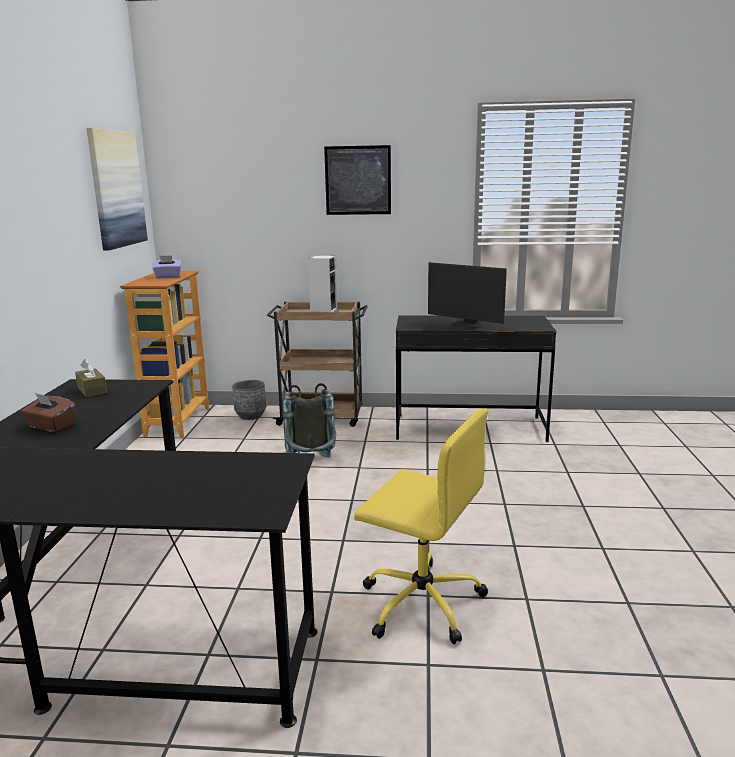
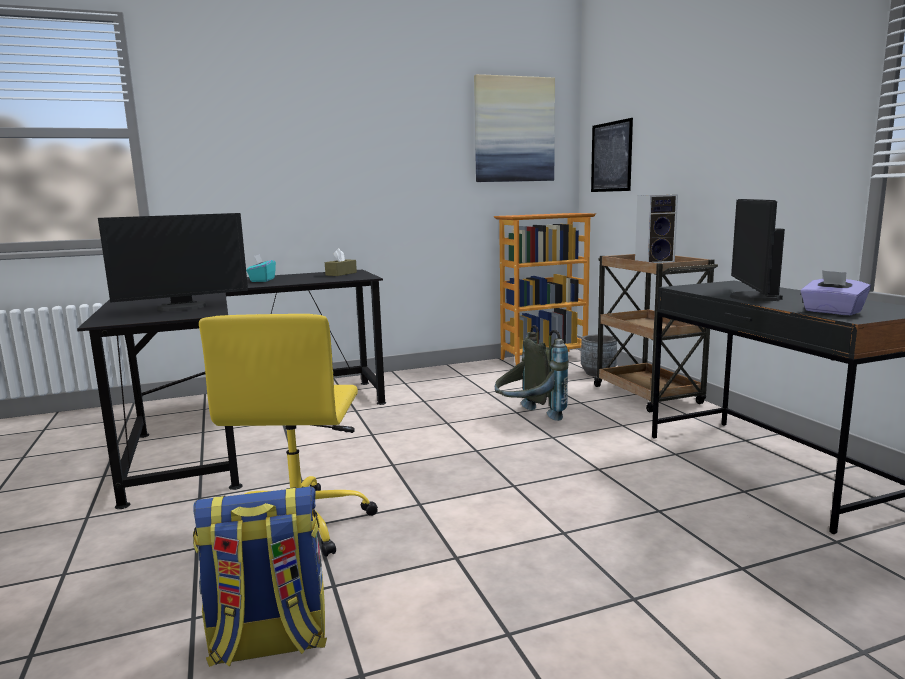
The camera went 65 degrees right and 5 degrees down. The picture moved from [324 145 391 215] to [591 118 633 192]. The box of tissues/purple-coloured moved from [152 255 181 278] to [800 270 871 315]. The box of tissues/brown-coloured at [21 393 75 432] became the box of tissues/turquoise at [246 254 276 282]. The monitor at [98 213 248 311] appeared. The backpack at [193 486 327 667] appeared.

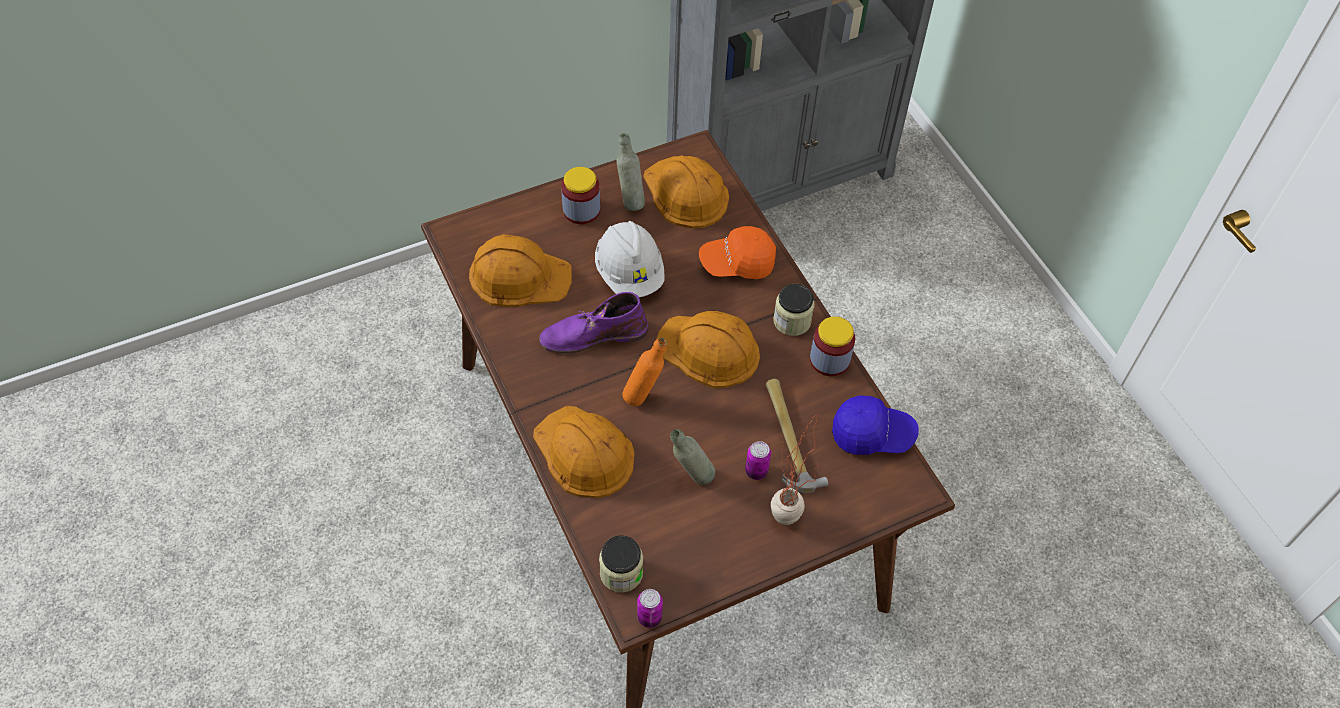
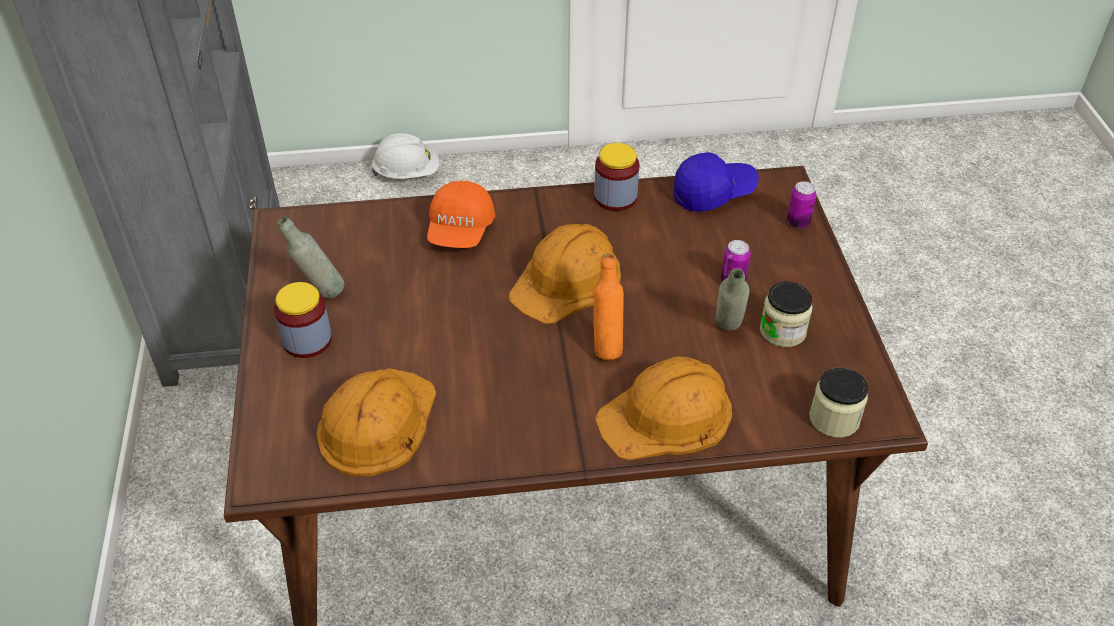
The camera went 70 degrees left and 10 degrees down. The hard hat/orange at [643 155 729 229] disappeared. The hard hat/whitish moved from [595 221 664 297] to [372 133 439 179]. The storage jar moved from [773 284 815 336] to [760 282 813 347]. The tall boot/purple-coloured at [539 292 648 353] disappeared. The hammer at [766 379 828 493] disappeared. The baseball cap/bluish at [832 395 919 455] turned 45 degrees clockwise. The potted plant at [771 414 819 525] disappeared. The sealed can moved from [637 589 663 628] to [787 181 817 229].

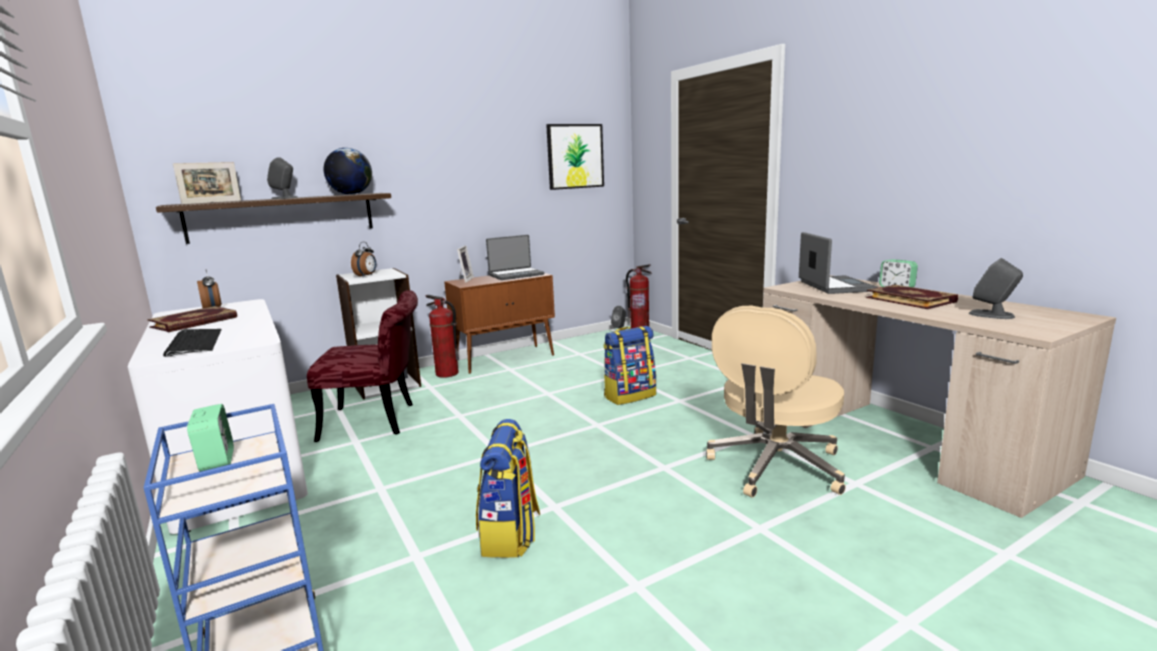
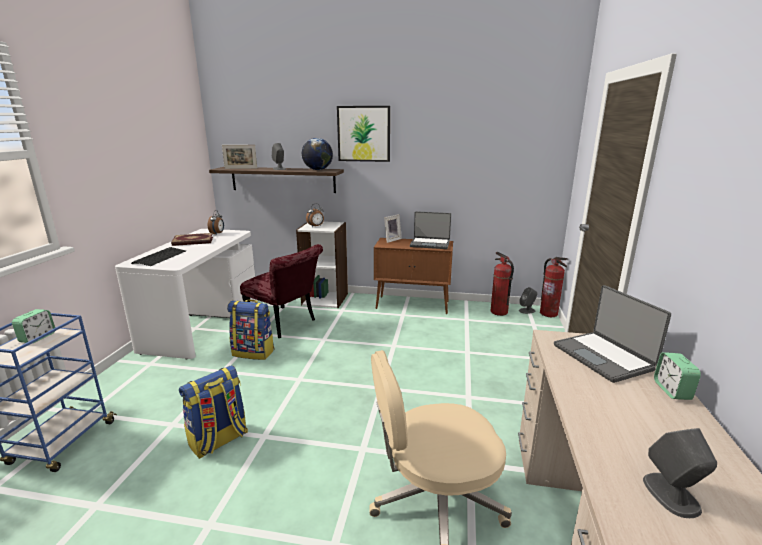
The camera went 40 degrees right and 5 degrees up. The picture moved from [546 124 604 190] to [337 106 390 162]. The notebook computer at [799 232 878 294] turned 120 degrees clockwise. The book at [866 285 958 309] disappeared. The fire extinguisher moved from [426 295 459 378] to [491 252 514 316]. The backpack moved from [603 326 656 405] to [227 299 274 360].

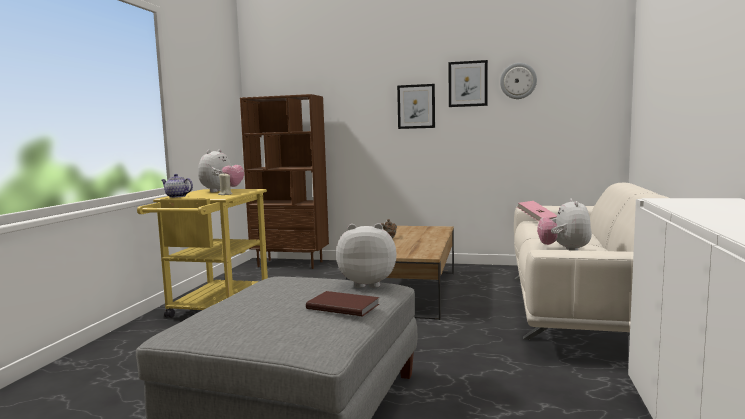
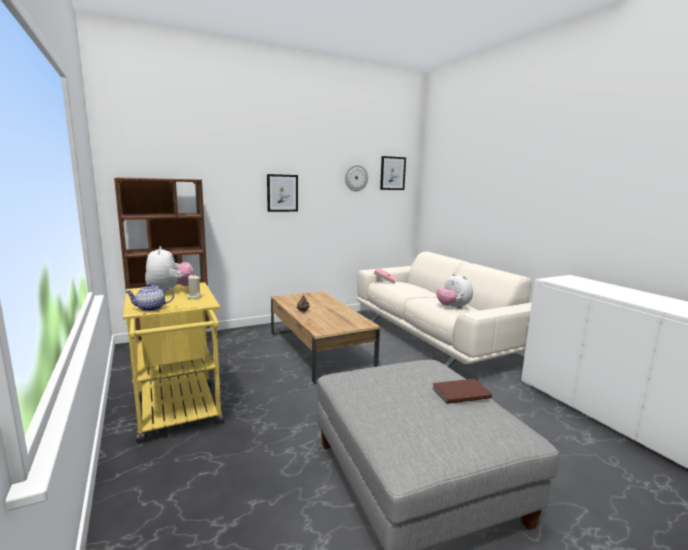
The camera went 40 degrees left and 5 degrees up. The picture moved from [448 60 488 107] to [380 156 406 190]. The cuddly toy at [336 223 397 288] disappeared.

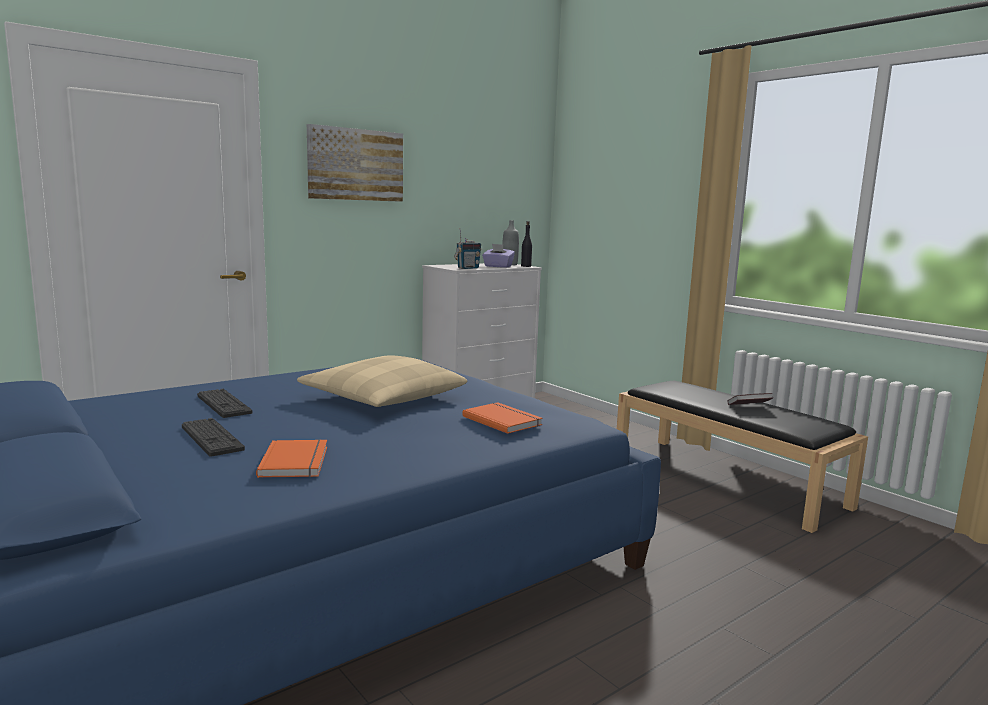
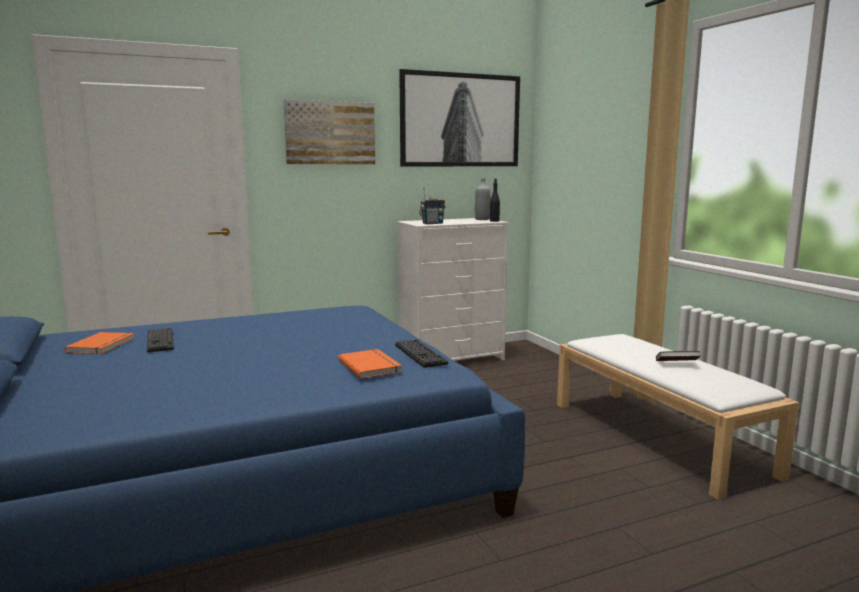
The camera went 15 degrees right and 0 degrees up. The box of tissues/purple-coloured at [482 244 515 268] disappeared. The cushion/beige at [297 355 467 407] disappeared. The long seat/blackish at [617 380 868 533] became the long seat/whitish at [557 334 799 500]. The PC keyboard moved from [182 418 245 457] to [395 339 448 368]. The book/orange moved from [256 439 327 478] to [64 332 135 354]. The picture at [399 69 520 167] appeared.

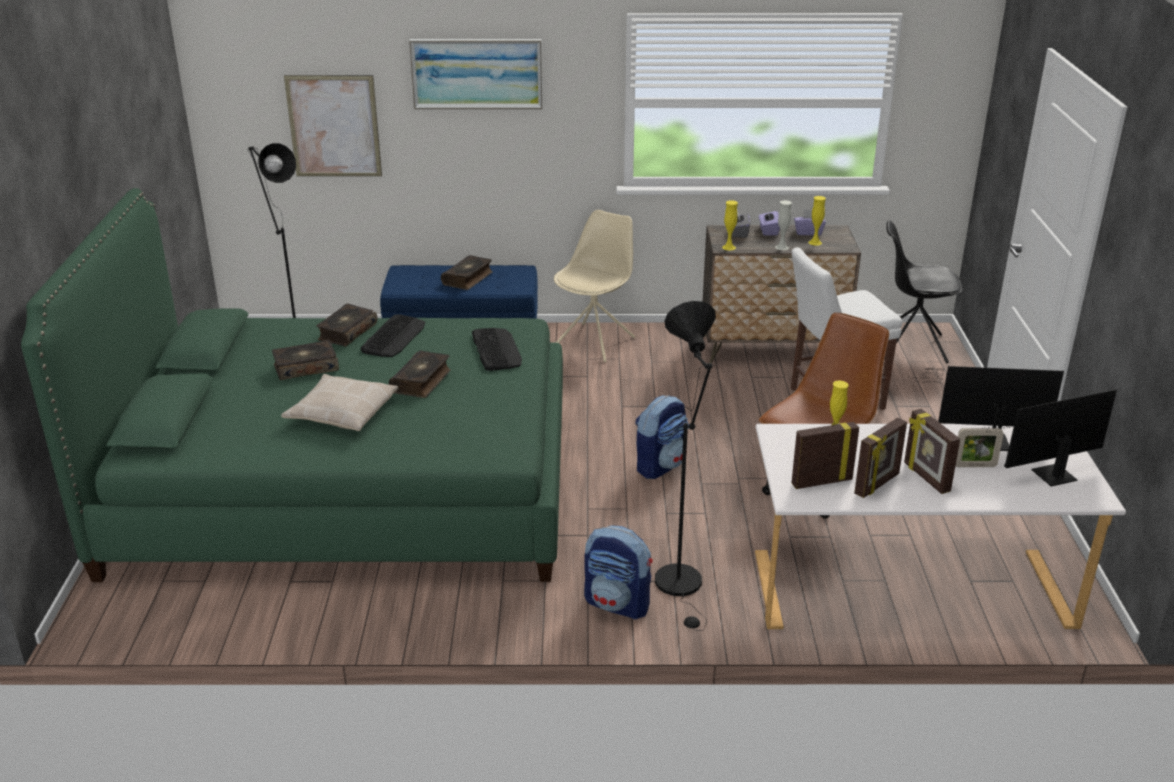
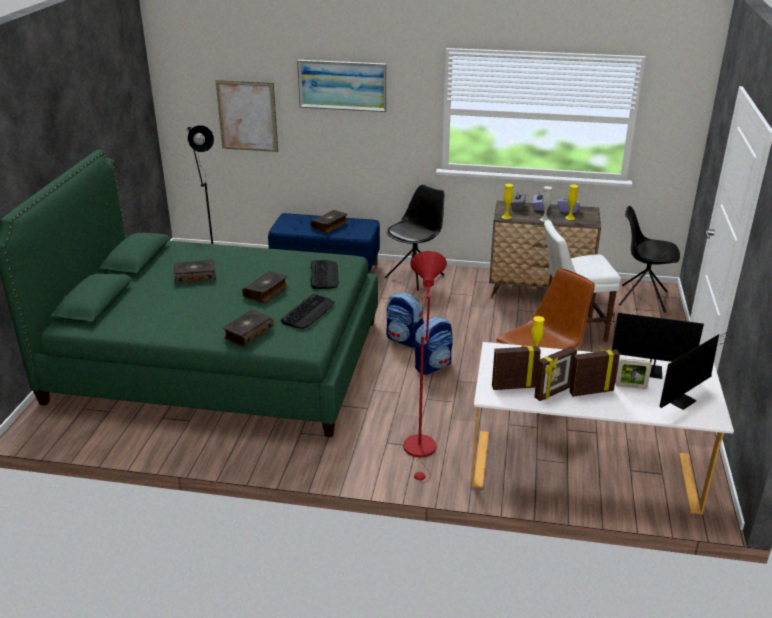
The camera went 10 degrees right and 0 degrees up. The chair/beige at [554 210 635 362] became the chair/blackish at [385 184 444 291]. The standard lamp/blackish at [655 301 716 631] became the standard lamp/reddish at [403 251 447 483]. The book moved from [316 304 377 346] to [223 309 274 347]. The PC keyboard moved from [360 314 425 357] to [281 294 334 329]. The cushion/beige at [281 374 398 431] disappeared. The monitor at [984 390 1117 487] turned 150 degrees clockwise. The picture frame at [904 409 960 494] turned 90 degrees clockwise. The backpack moved from [584 525 653 619] to [387 293 424 348].

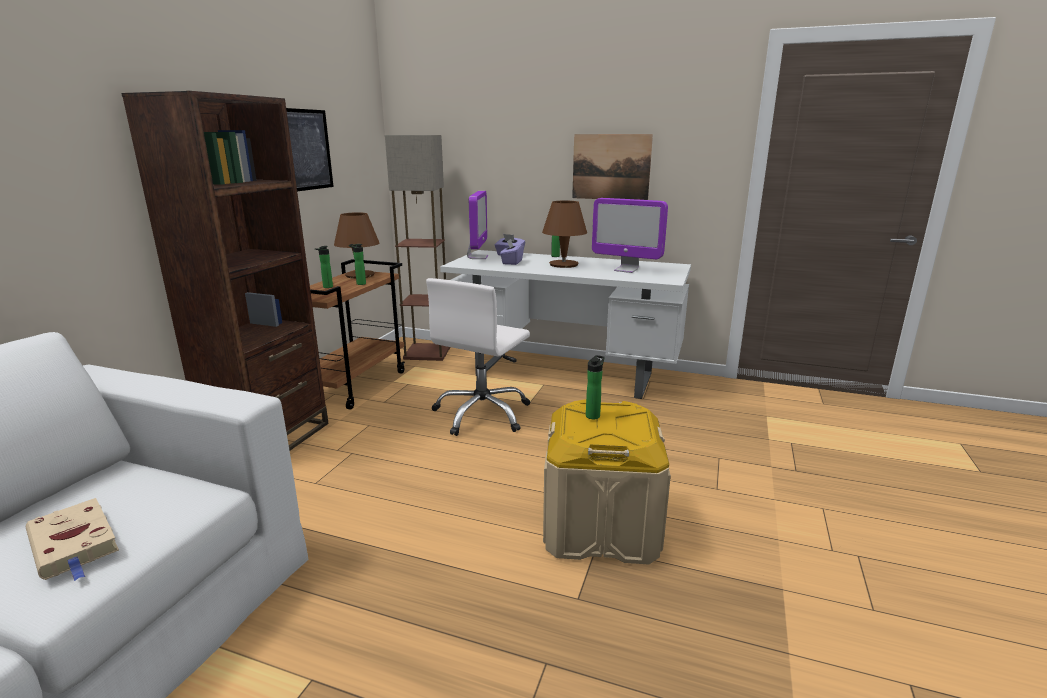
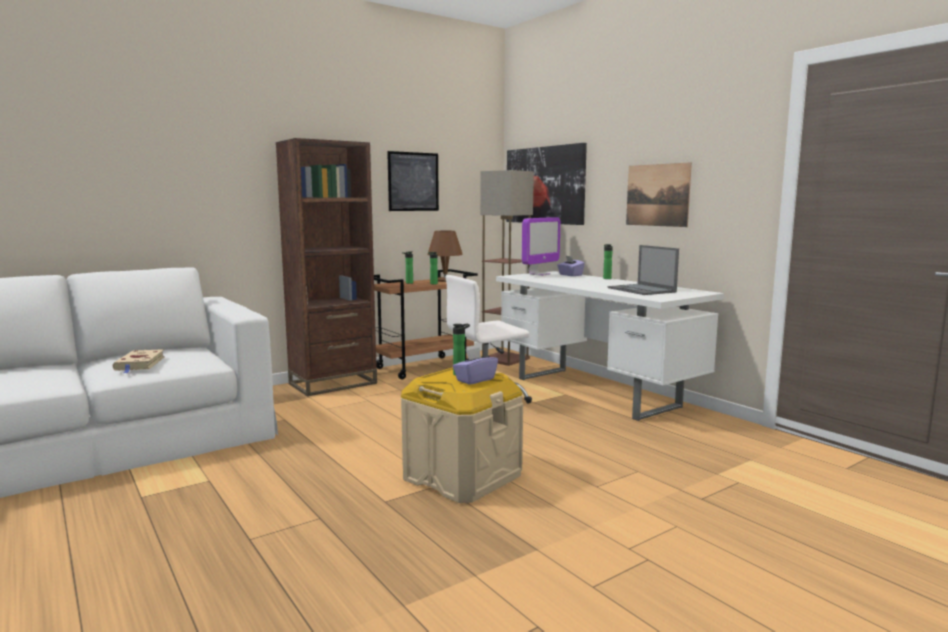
The camera went 35 degrees right and 10 degrees down. The monitor at [592 198 668 273] was replaced by the notebook computer at [608 245 679 295]. The table lamp/brown-coloured at [542 201 587 268] disappeared. The box of tissues/purple-coloured moved from [500 239 524 265] to [453 347 498 385]. The picture at [506 143 587 225] appeared.

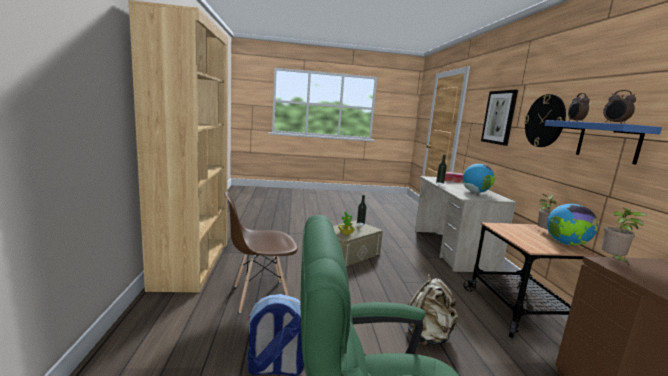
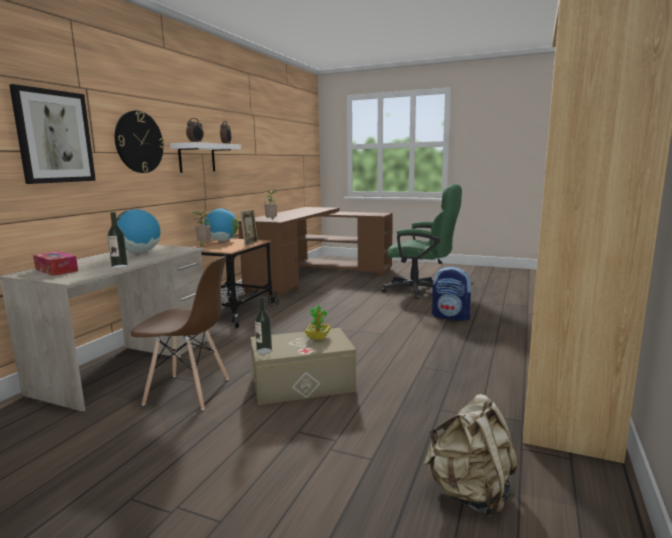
The camera went 150 degrees left and 0 degrees up. The wall shelf/bluish at [545 120 662 165] became the wall shelf/whitish at [170 142 241 173]. The chair/brown-coloured moved from [224 191 298 313] to [131 255 229 410]. The backpack/beige moved from [408 274 458 345] to [424 394 519 517]. The picture frame at [240 209 258 246] appeared.

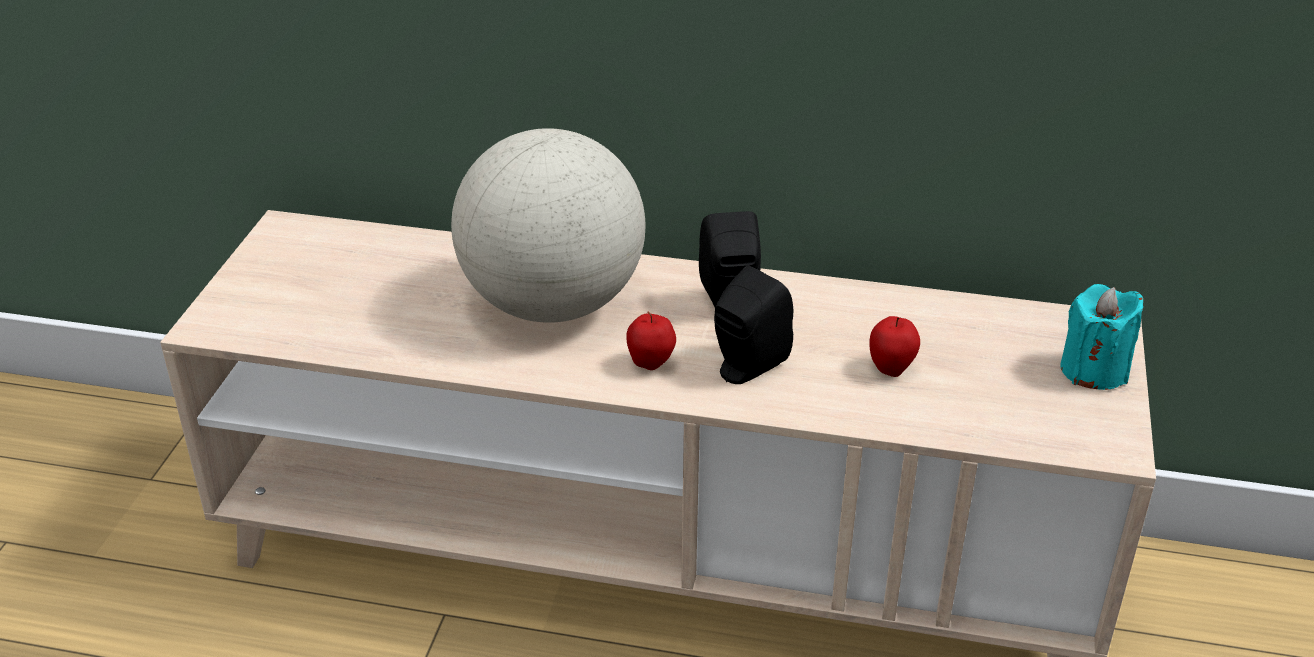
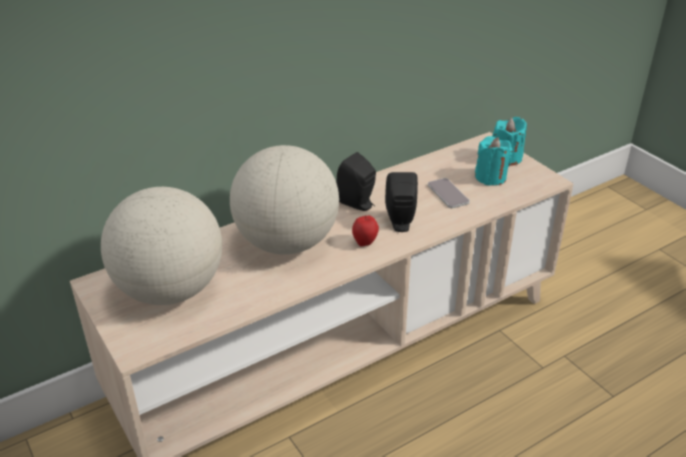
The camera went 45 degrees left and 0 degrees up. The apple at [869 316 920 377] was replaced by the phone at [428 178 470 208]. The wax light/turquoise at [475 136 513 186] appeared. The desk globe at [101 187 222 305] appeared.

